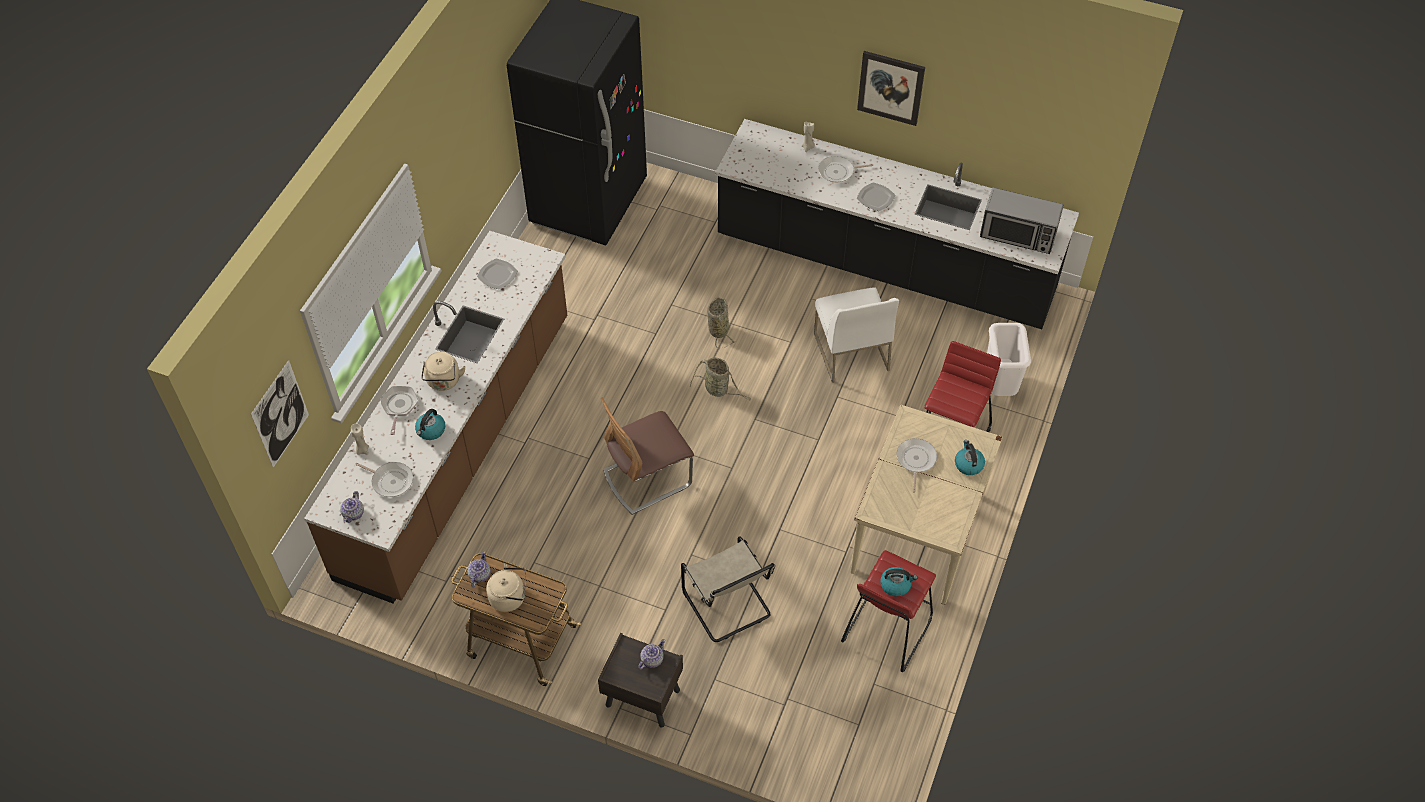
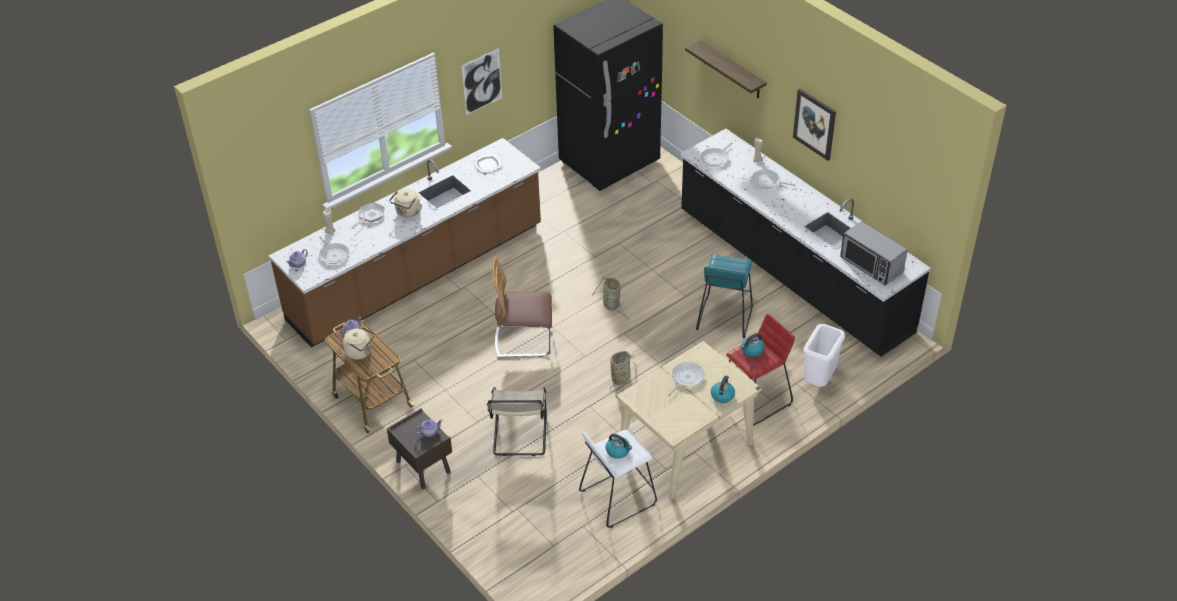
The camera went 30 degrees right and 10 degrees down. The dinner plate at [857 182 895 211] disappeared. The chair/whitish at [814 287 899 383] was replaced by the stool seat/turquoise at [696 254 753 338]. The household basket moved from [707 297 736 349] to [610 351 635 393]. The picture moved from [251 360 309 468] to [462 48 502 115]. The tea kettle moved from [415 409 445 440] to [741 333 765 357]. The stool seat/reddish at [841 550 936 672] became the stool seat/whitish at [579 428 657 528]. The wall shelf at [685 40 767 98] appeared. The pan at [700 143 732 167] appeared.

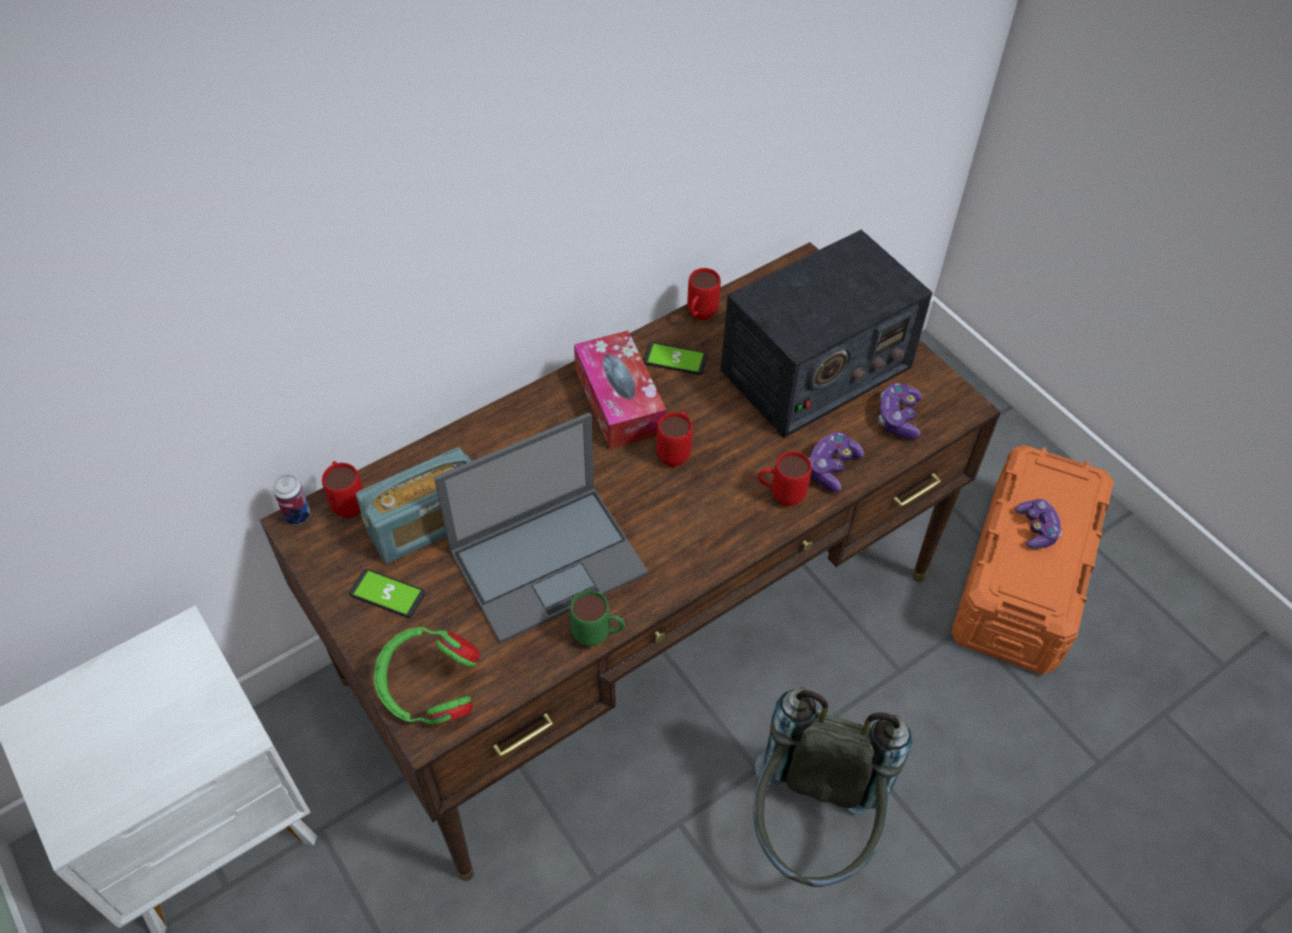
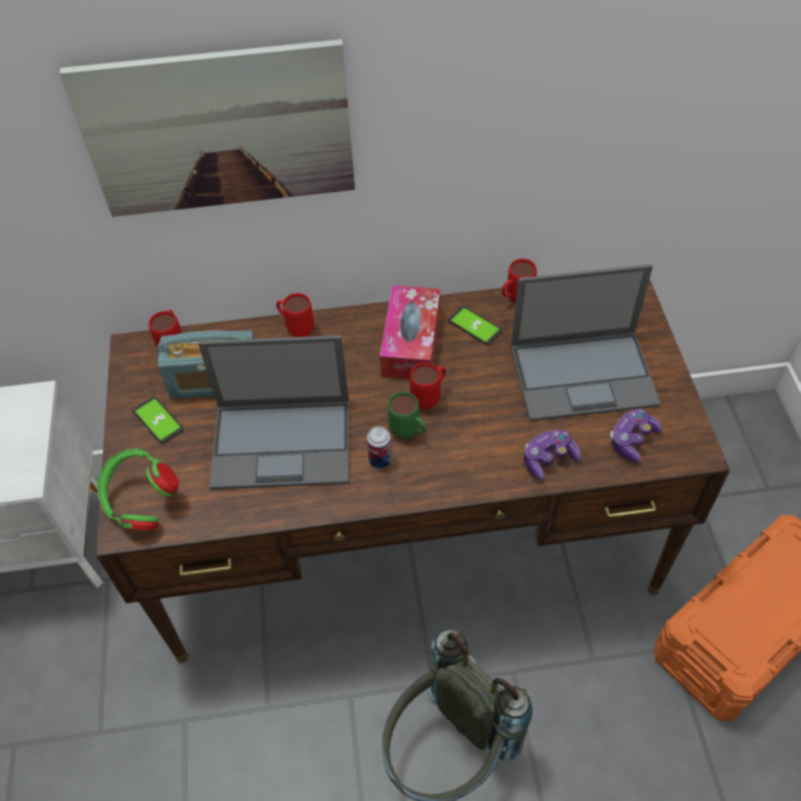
The camera went 30 degrees right and 0 degrees up. The radio at [721 230 933 438] was replaced by the notebook computer at [511 264 661 421]. The tea mug/reddish moved from [758 451 812 506] to [276 293 314 337]. The sealed can moved from [273 475 311 525] to [367 426 392 469]. The joypad at [1015 499 1062 549] disappeared. The tea mug/green-coloured moved from [570 590 625 647] to [388 392 426 439]. The picture at [60 39 355 217] appeared.

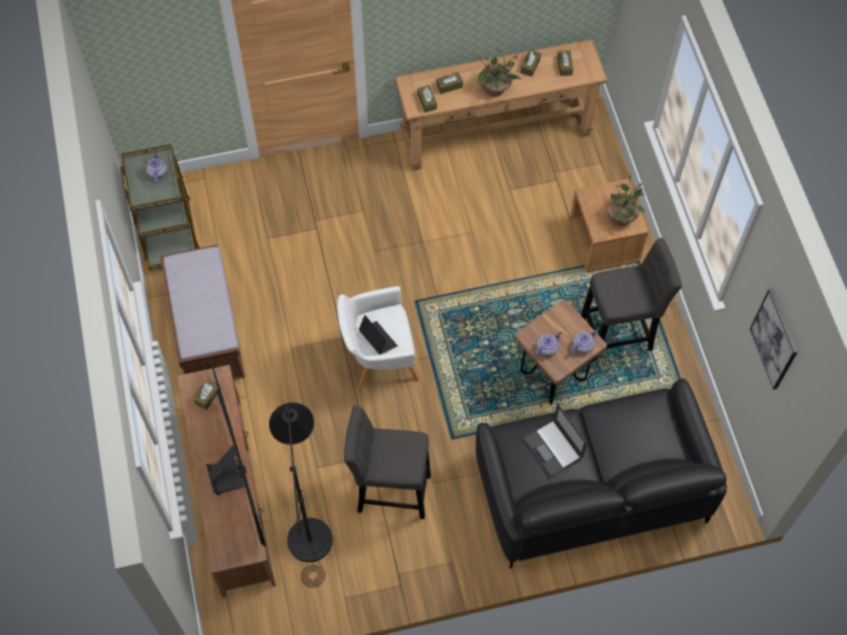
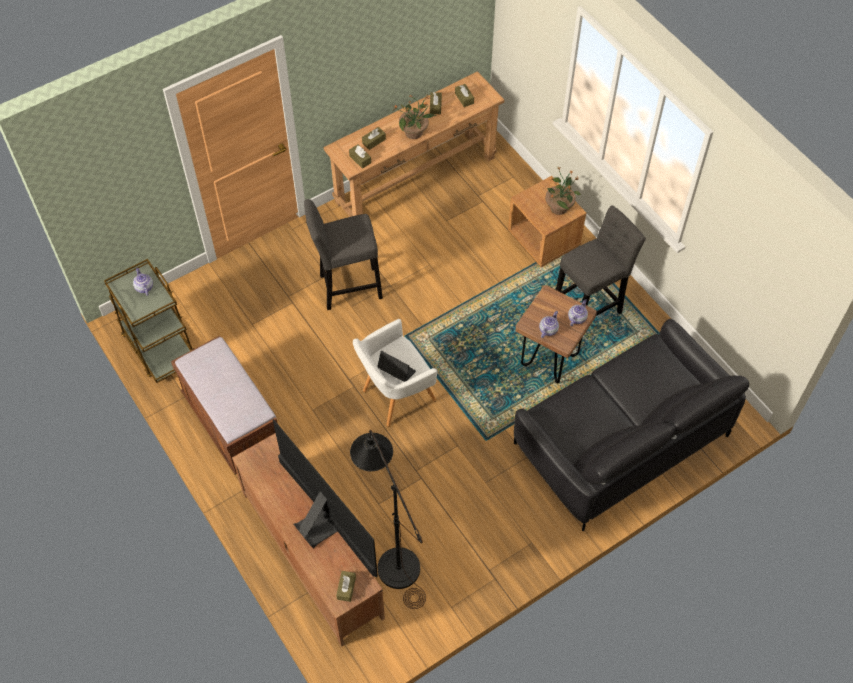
The camera went 20 degrees left and 5 degrees down. The picture at [750 288 798 390] disappeared. The box of tissues/brown-coloured moved from [194 379 221 410] to [336 571 356 602]. The notebook computer at [523 404 587 477] disappeared. The stool seat/greyish moved from [344 405 431 519] to [304 199 383 310].

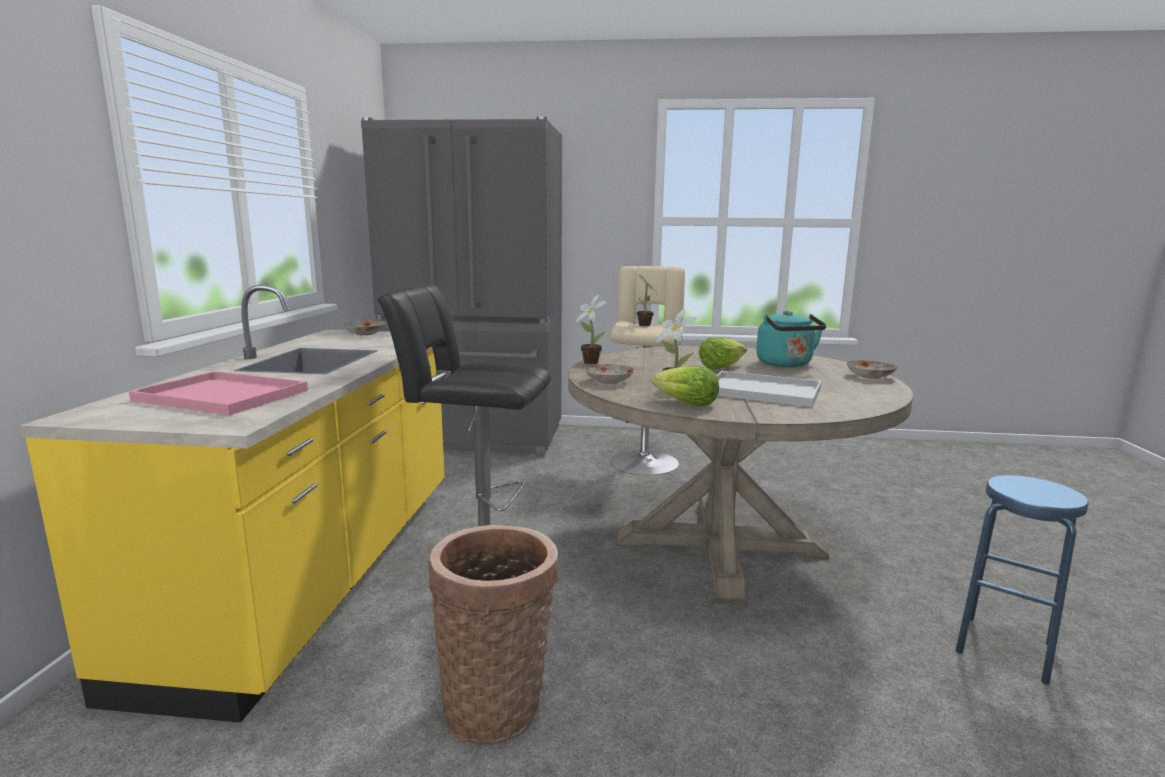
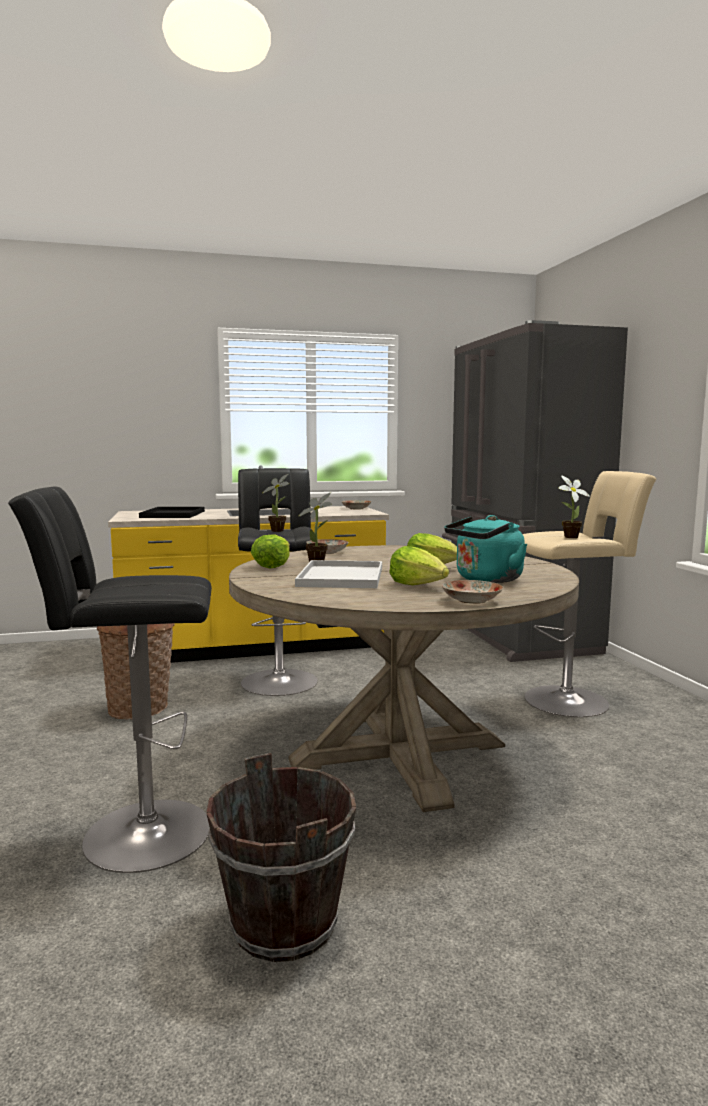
The camera went 70 degrees right and 5 degrees down. The potted plant moved from [575 294 607 364] to [263 474 289 532]. The serving tray/pink at [129 371 308 415] became the serving tray/blackish at [139 507 205 518]. The stool seat/bluish at [955 475 1088 685] was replaced by the water bucket/brown-coloured at [206 753 356 962]. The stool seat/blackish at [8 487 212 873] appeared. The lettuce head at [389 546 449 585] appeared.

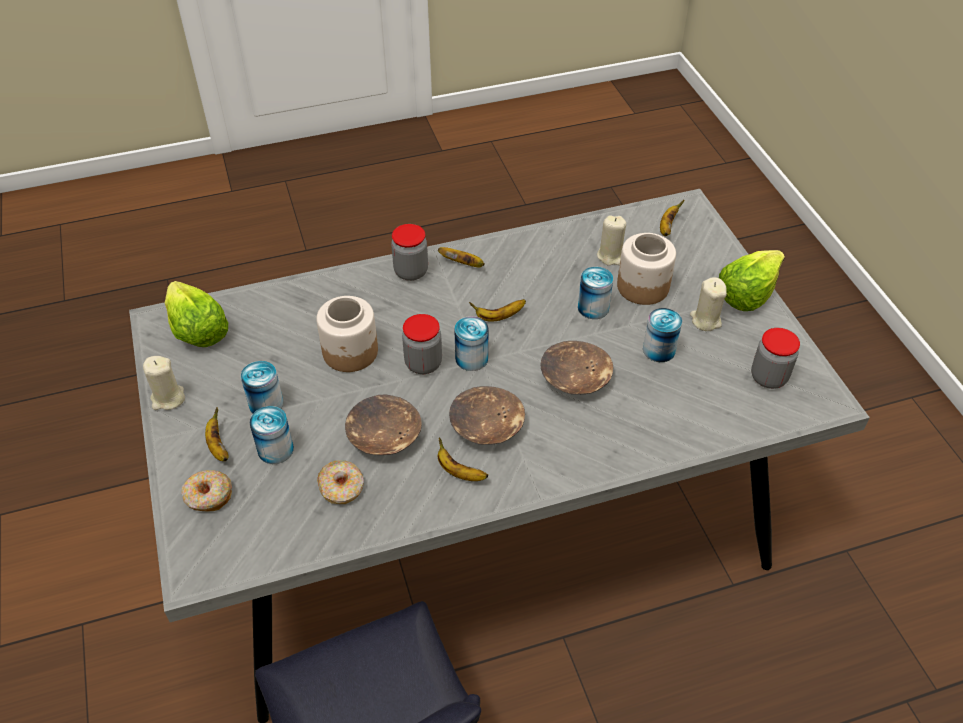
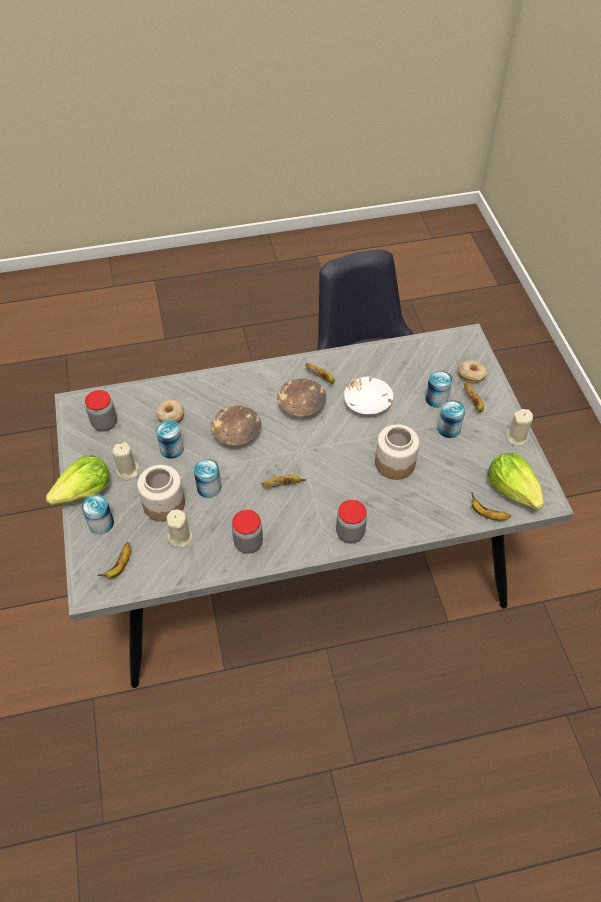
The camera went 175 degrees left and 5 degrees up. The whole banana moved from [438 247 485 267] to [471 492 511 520]. The storage jar moved from [402 314 442 374] to [232 510 263 554]. The sealed can moved from [454 316 488 371] to [82 494 114 534]. The serving bowl/brown-coloured at [345 394 422 455] became the serving bowl/whitish at [344 376 393 414]. The ring doughnut moved from [317 460 364 504] to [156 400 184 423].

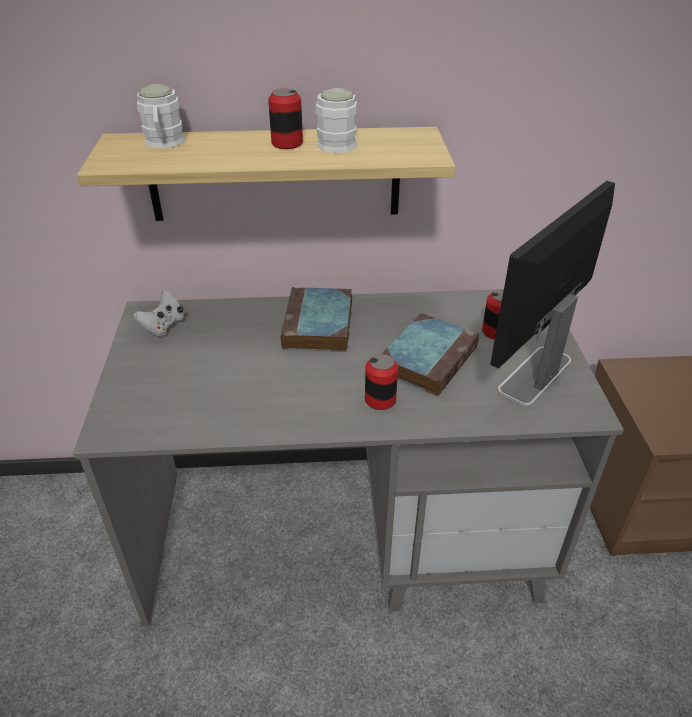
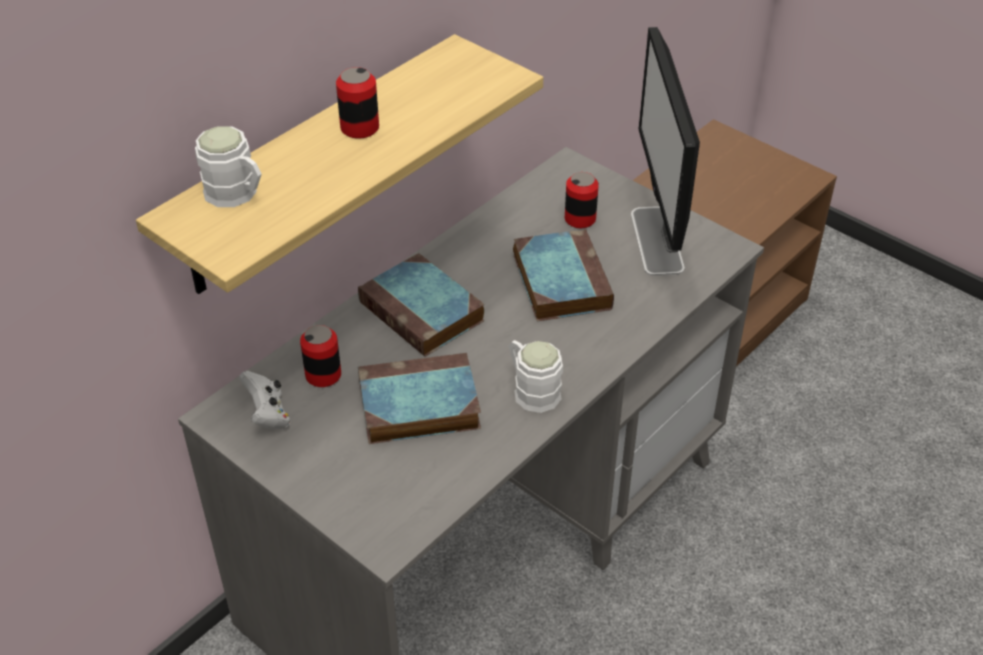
The camera went 45 degrees left and 5 degrees up. The tea mug/whitish moved from [316 88 357 153] to [508 340 563 413]. The sealed can moved from [365 354 398 410] to [300 325 341 387]. The book at [358 353 481 444] appeared.

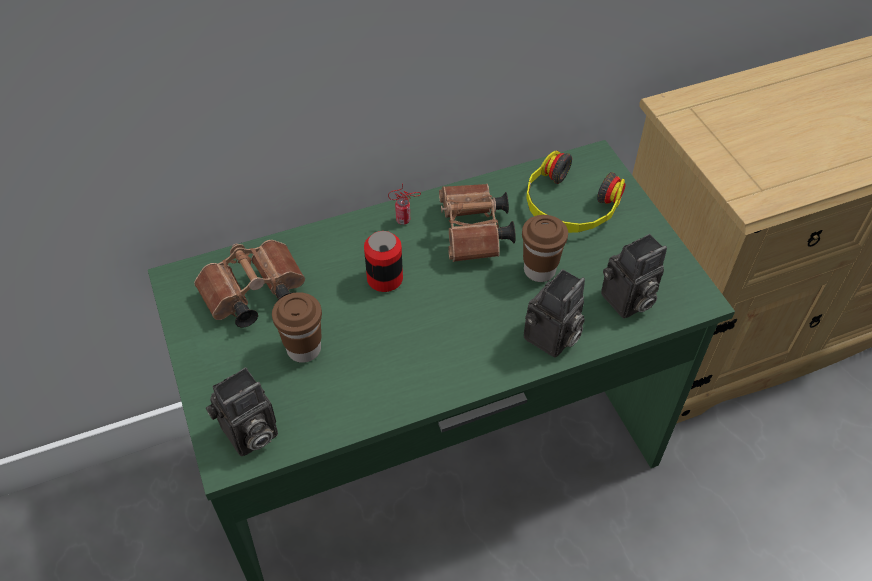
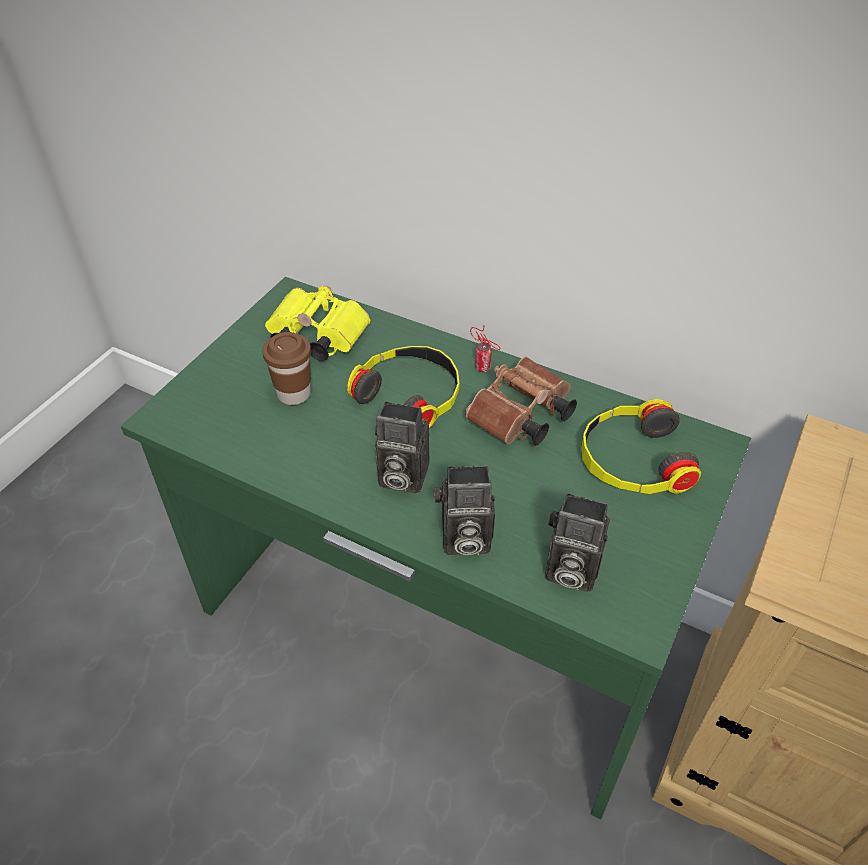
The camera went 50 degrees right and 5 degrees down. The cup/brown-coloured at [522 215 568 282] disappeared. The sealed can at [364 231 403 292] was replaced by the headset at [347 346 459 428]. The binoculars/brown-coloured at [194 240 305 328] became the binoculars/yellowish at [265 286 370 361]. The still camera moved from [206 368 278 457] to [375 402 430 493].

